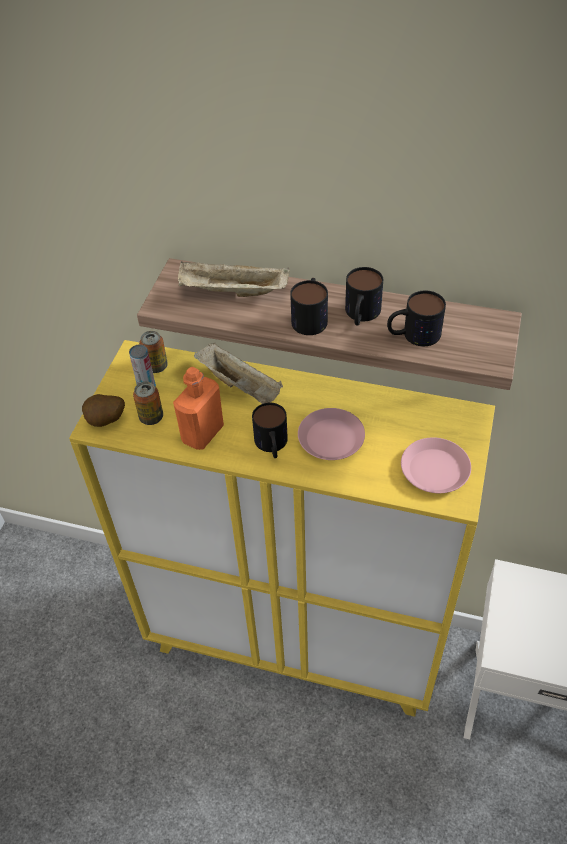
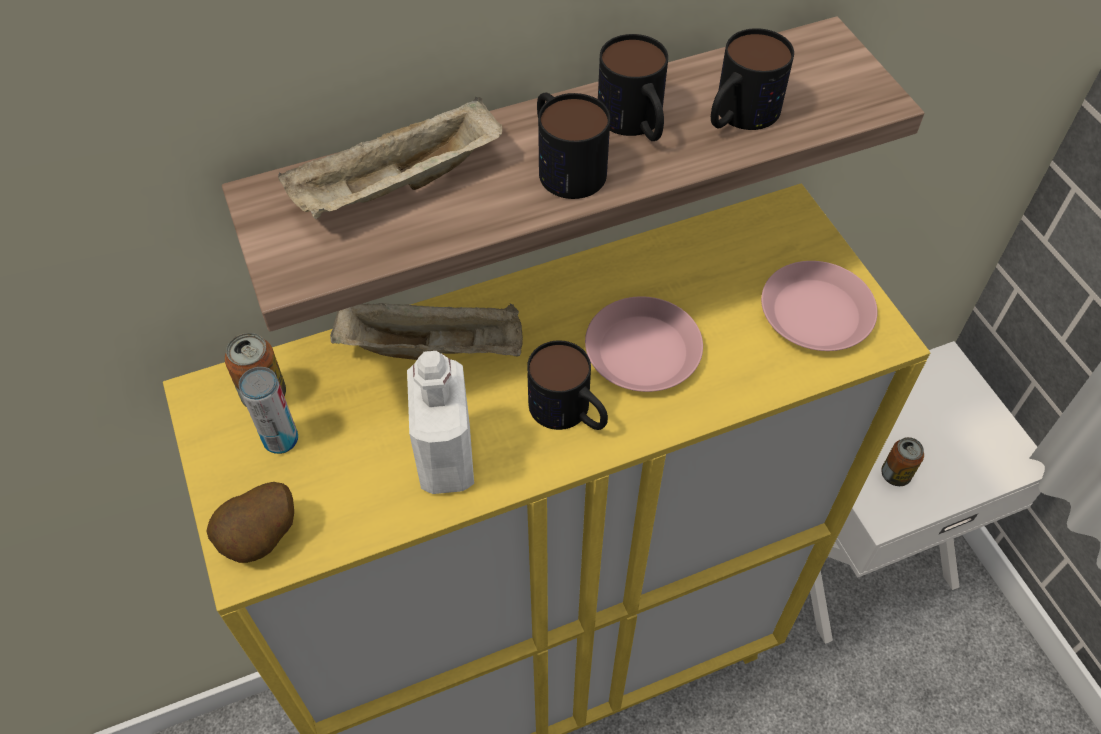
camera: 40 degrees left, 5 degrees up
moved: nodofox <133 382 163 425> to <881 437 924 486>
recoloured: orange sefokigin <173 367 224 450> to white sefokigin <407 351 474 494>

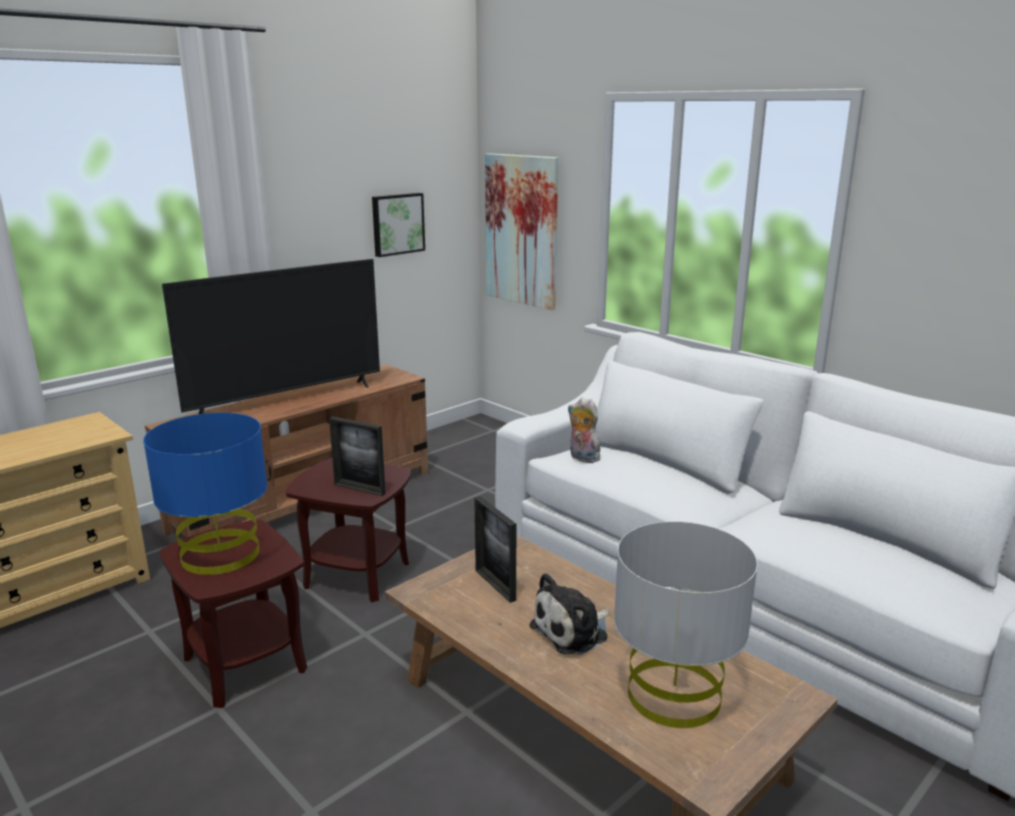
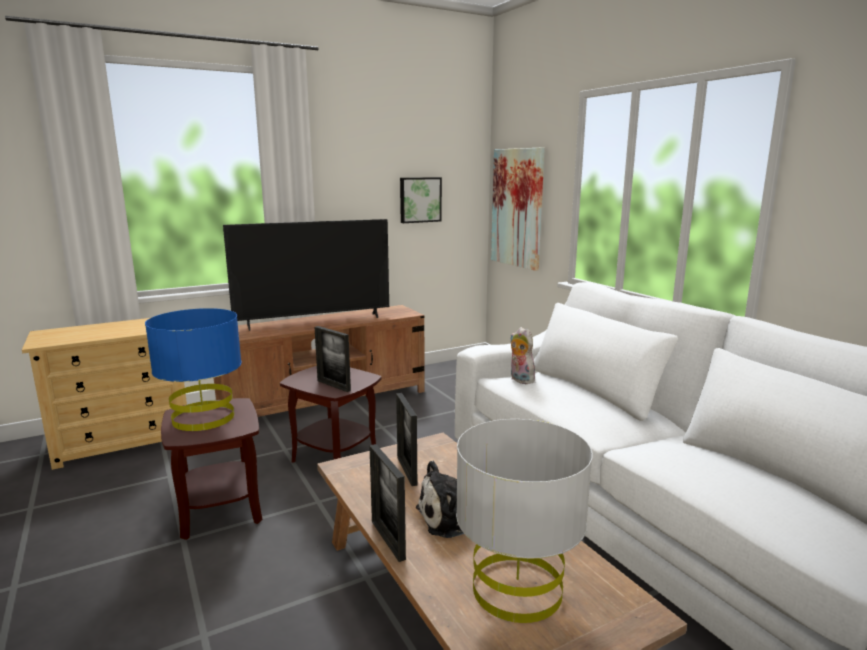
camera: 15 degrees right, 5 degrees down
added: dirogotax <369 444 406 562>

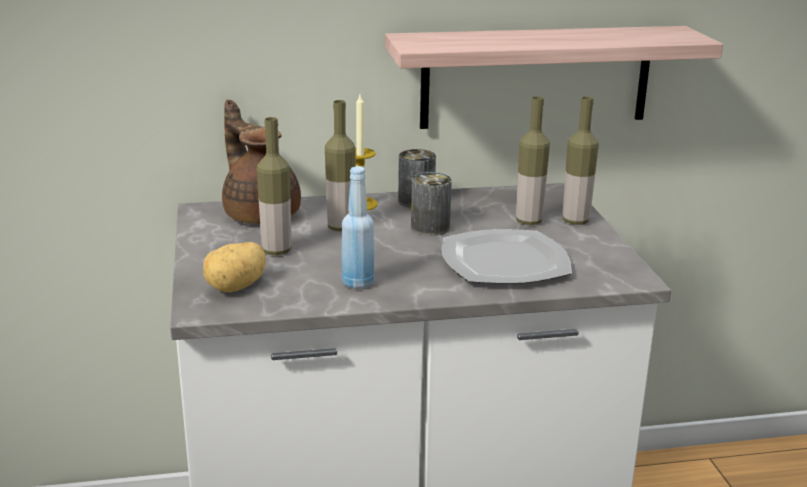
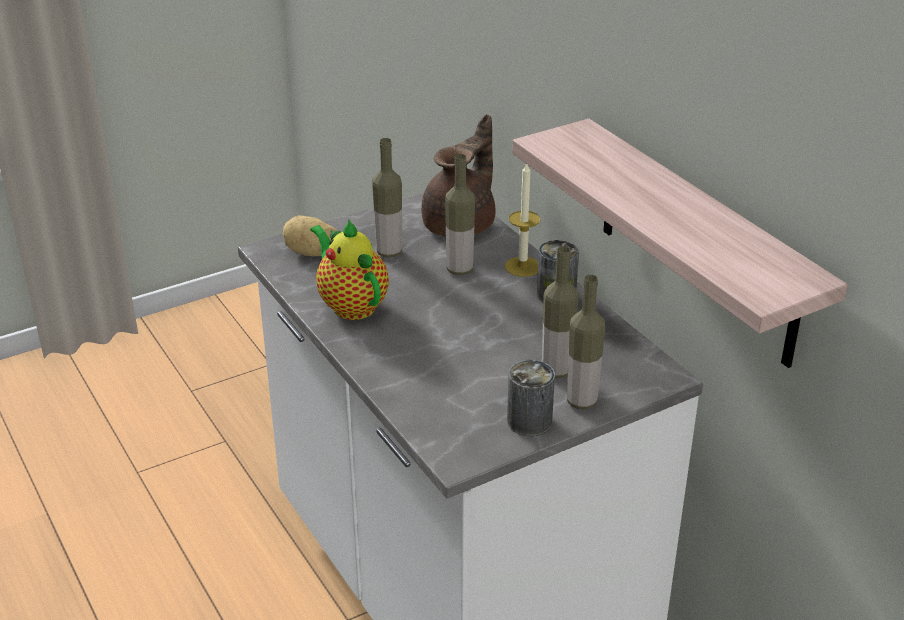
camera: 70 degrees right, 10 degrees up
removed: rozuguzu <442 229 572 284>
moved: nodofox <411 172 452 236> to <507 360 555 436>
replaced: blue sefokigin <342 166 374 289> to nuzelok <310 219 389 320>

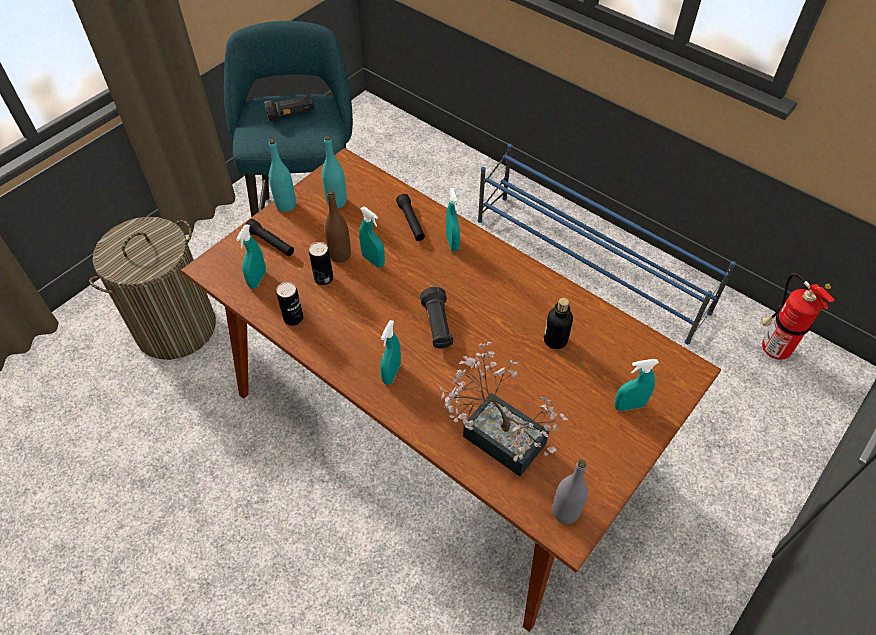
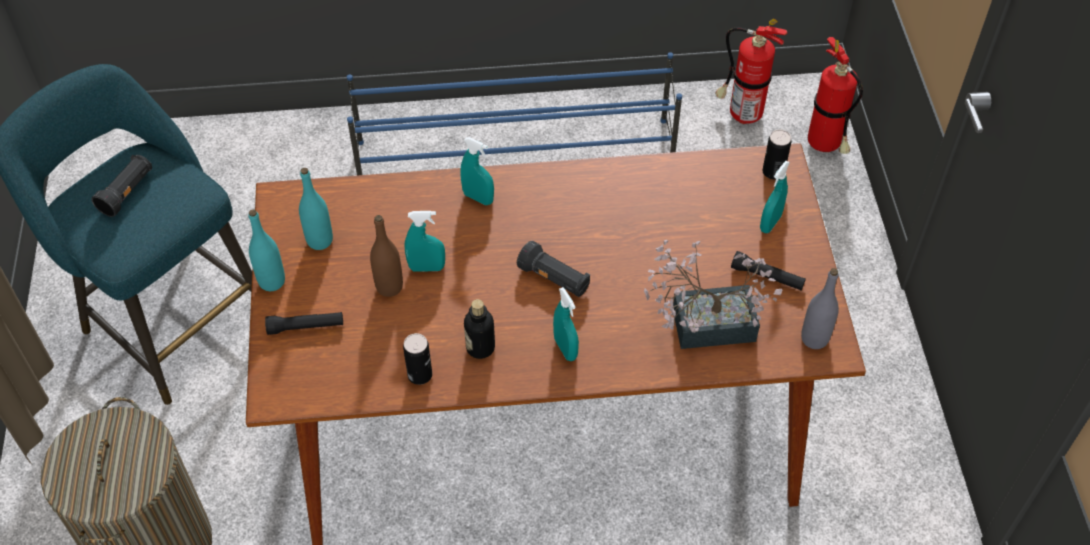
camera: 45 degrees left, 0 degrees up
removed: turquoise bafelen <236 224 266 289>
added: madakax <808 37 863 154>
moved: sefokigin <544 298 573 349> to <464 299 495 359>; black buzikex <396 194 425 241> to <731 251 806 290>; nodofox <309 242 333 285> to <762 129 791 179>

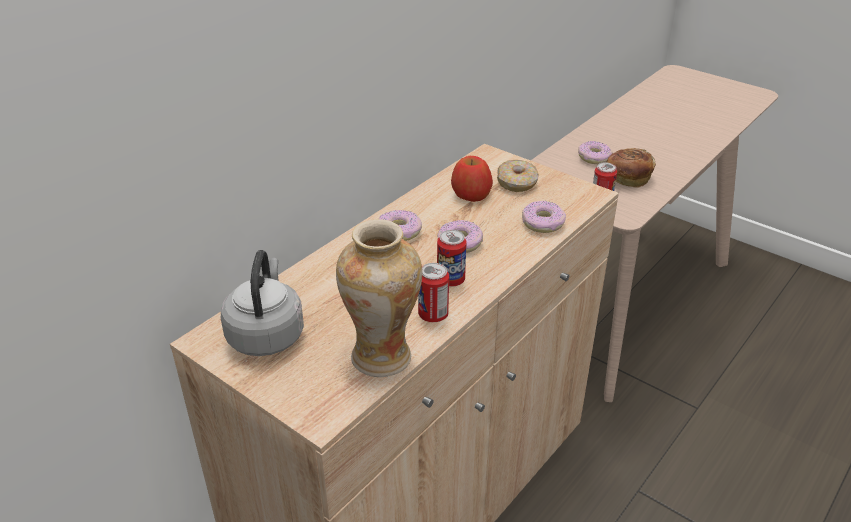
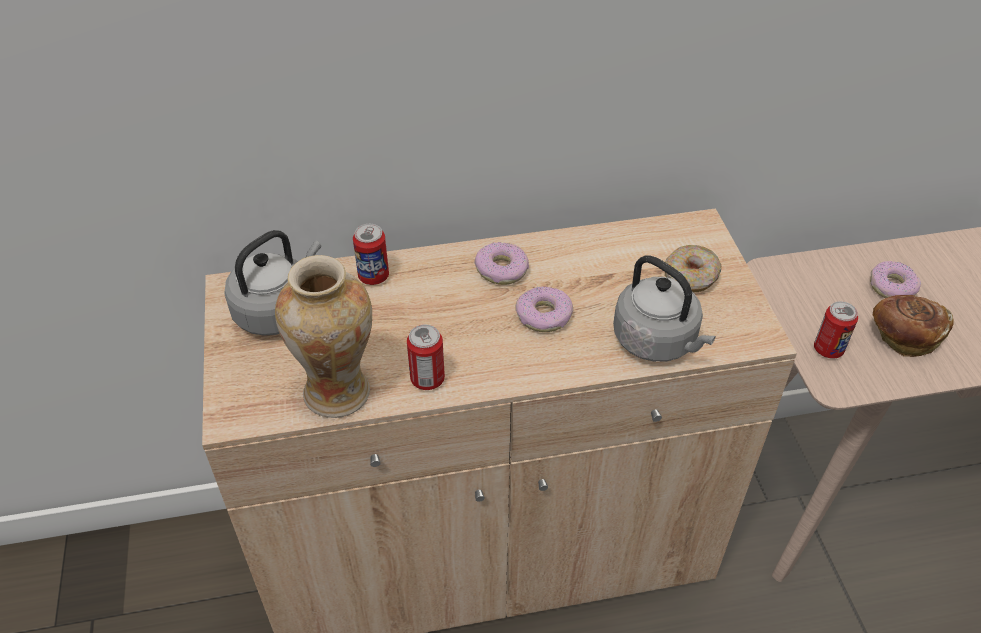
camera: 40 degrees right, 10 degrees up
removed: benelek <451 156 493 202>
moved: nodofox <437 230 466 287> to <353 224 389 285>
replaced: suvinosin <522 201 566 233> to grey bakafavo <613 255 716 362>

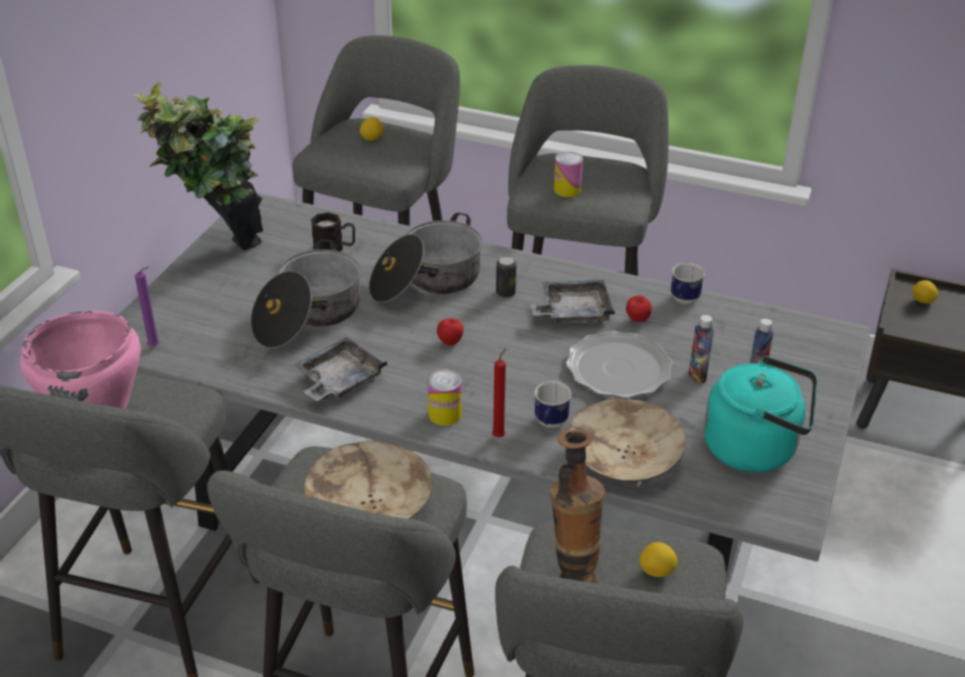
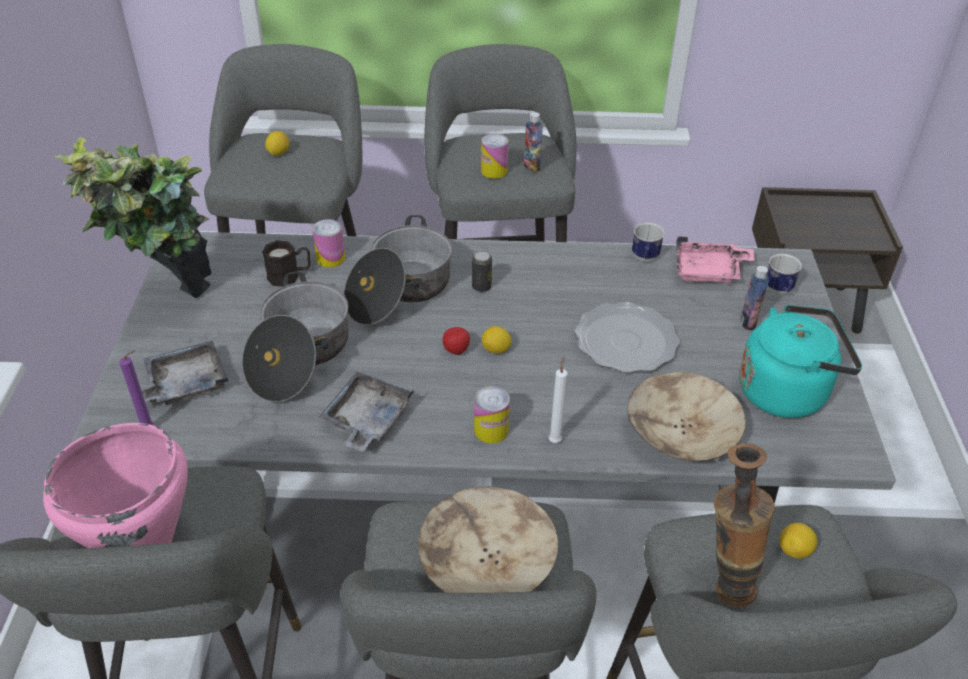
camera: 20 degrees left, 5 degrees up
removed: benelek <626 296 652 322>
added: nodofox <313 219 345 268>; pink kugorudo <676 236 755 283>
moved: grey kugorudo <530 280 615 323> to <141 341 229 405>; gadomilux <912 280 938 304> to <482 326 512 353>; sefokigin <689 315 714 383> to <524 112 543 172>; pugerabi <534 381 572 428> to <767 254 802 295>
recoloured: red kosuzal <492 348 506 437> to white kosuzal <549 356 568 443>

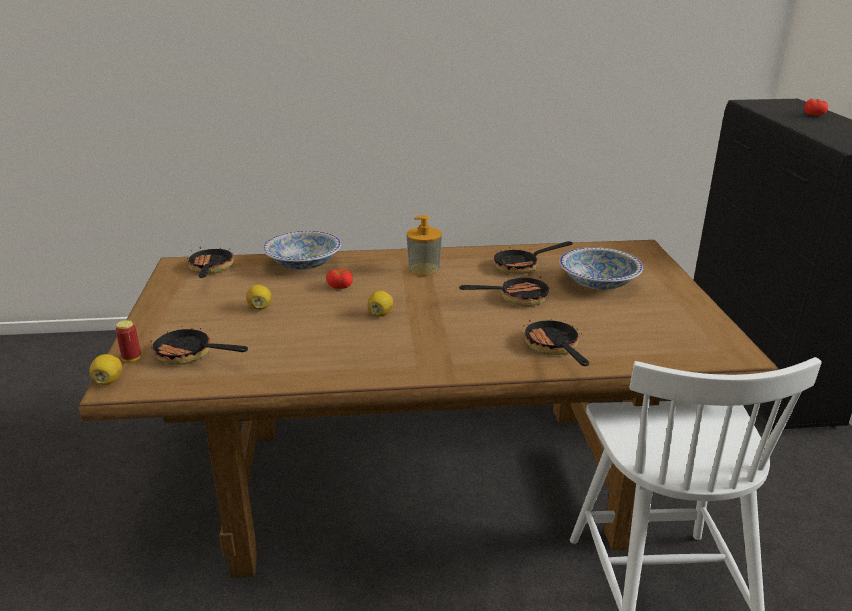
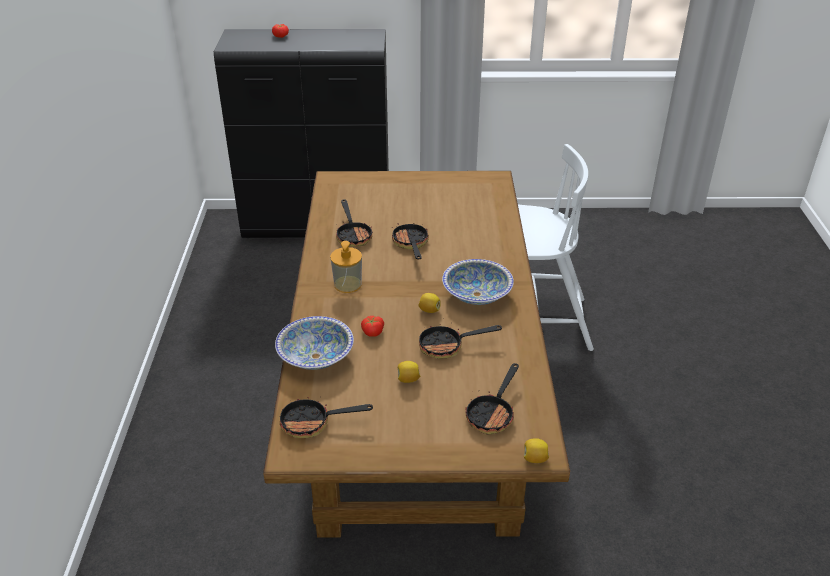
camera: 85 degrees left, 10 degrees up
removed: nodofox <115 320 141 362>
moved: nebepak <523 312 589 366> to <419 318 502 359>; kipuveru <559 247 643 290> to <442 259 514 305>

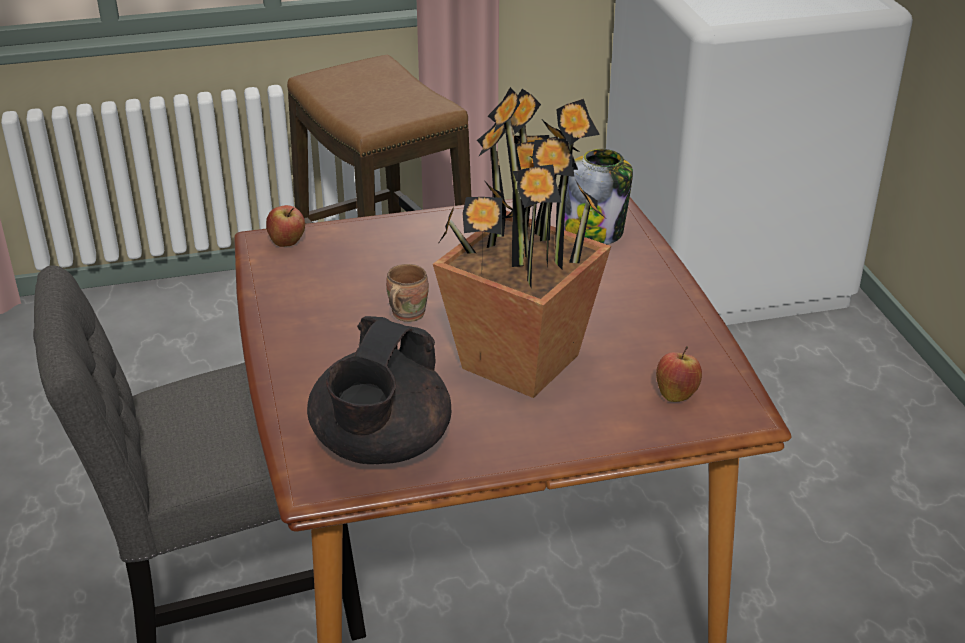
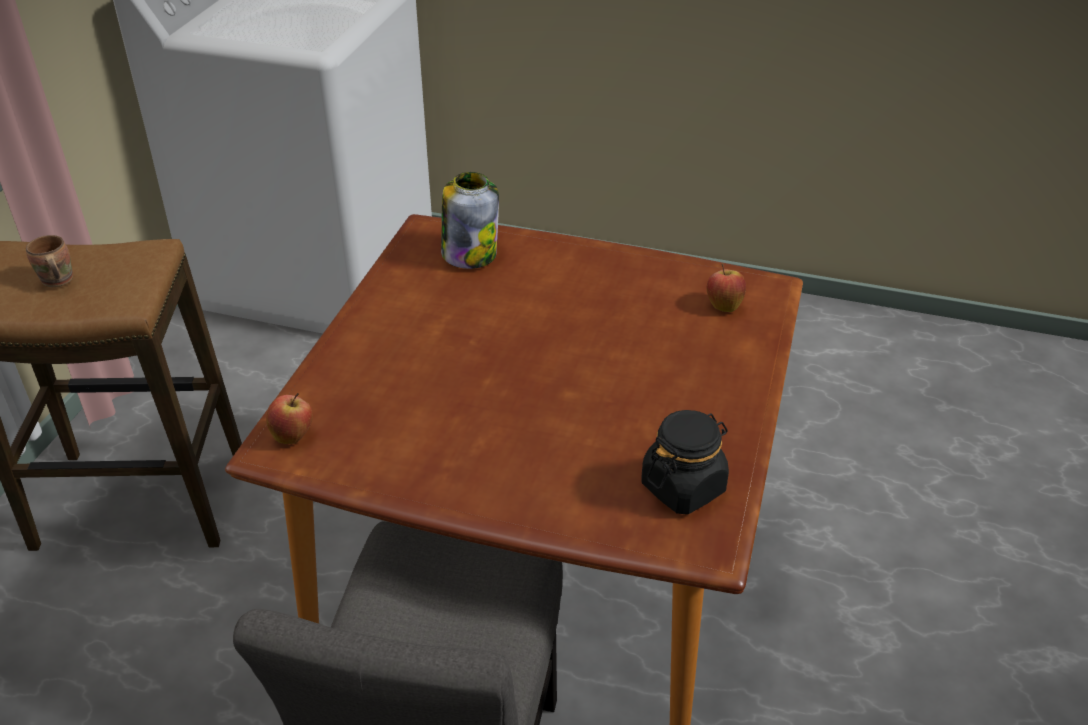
camera: 60 degrees left, 5 degrees up
removed: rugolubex <433 87 611 398>
moved: brown pugerabi <386 264 429 322> to <26 235 73 287>
replaced: black nuzelok <307 316 451 464> to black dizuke <641 410 729 515>

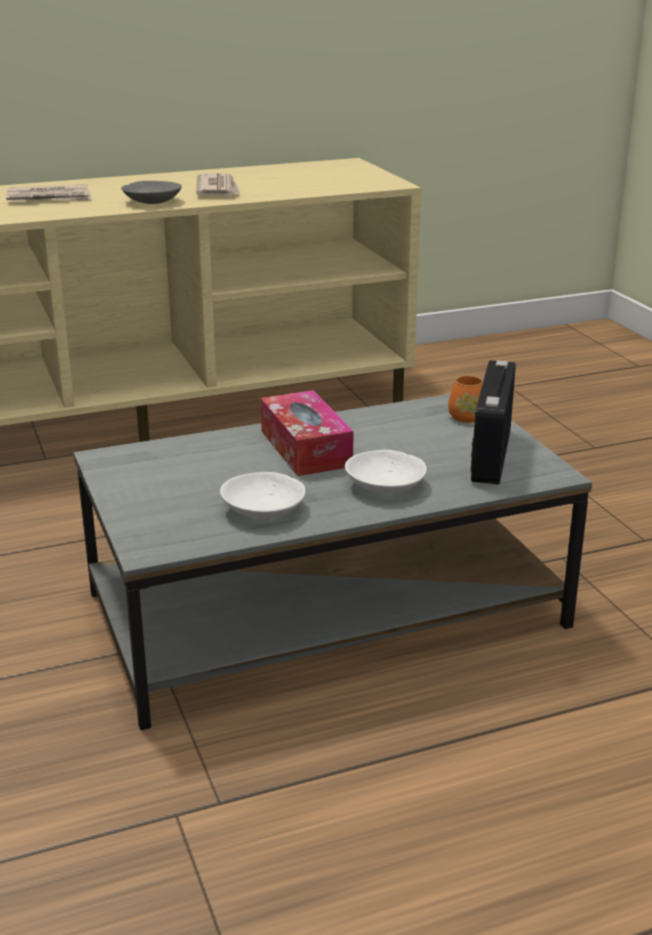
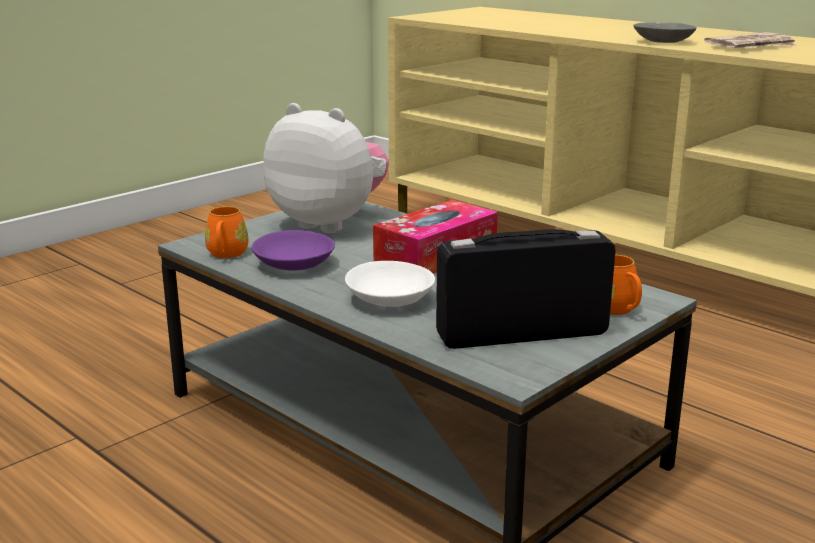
camera: 65 degrees right, 5 degrees down
removed: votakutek <6 184 92 202>
added: orange pugerabi <205 206 248 258>; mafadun <263 103 389 233>
recoloured: white kipuveru <220 472 306 519> to purple kipuveru <252 230 335 271>

